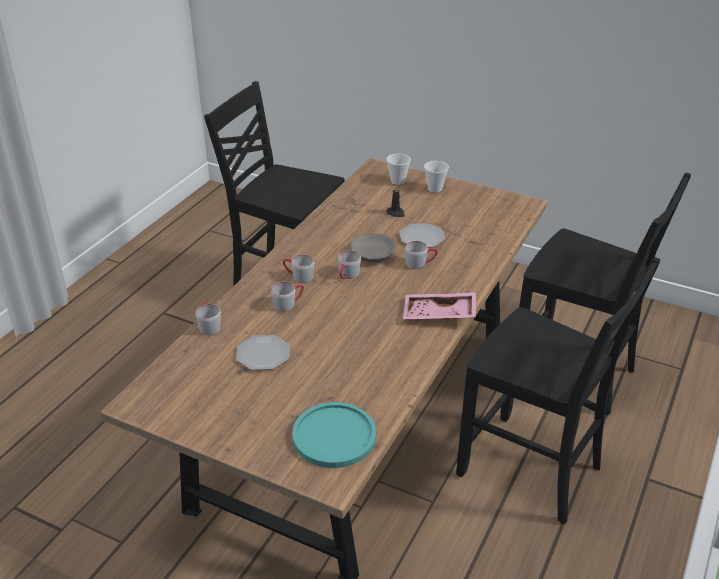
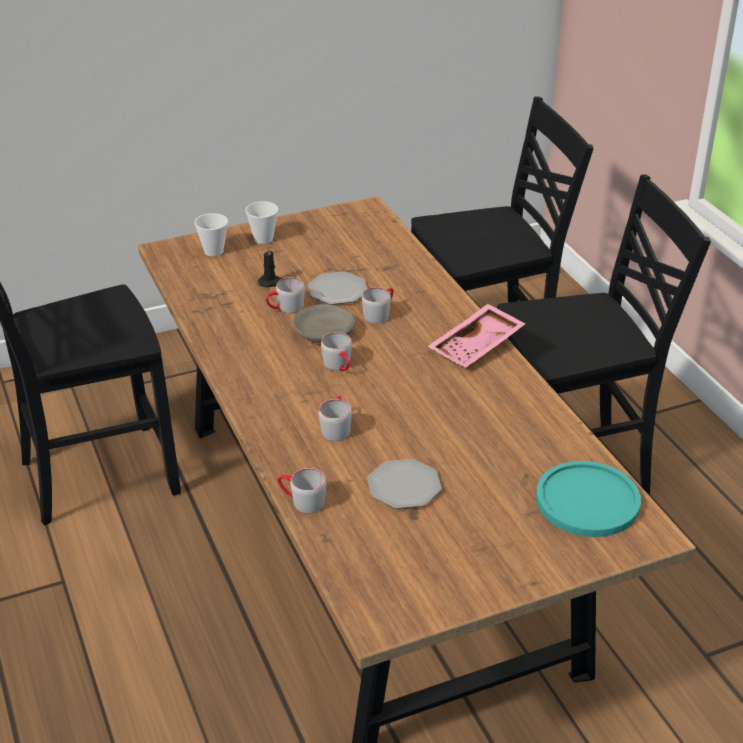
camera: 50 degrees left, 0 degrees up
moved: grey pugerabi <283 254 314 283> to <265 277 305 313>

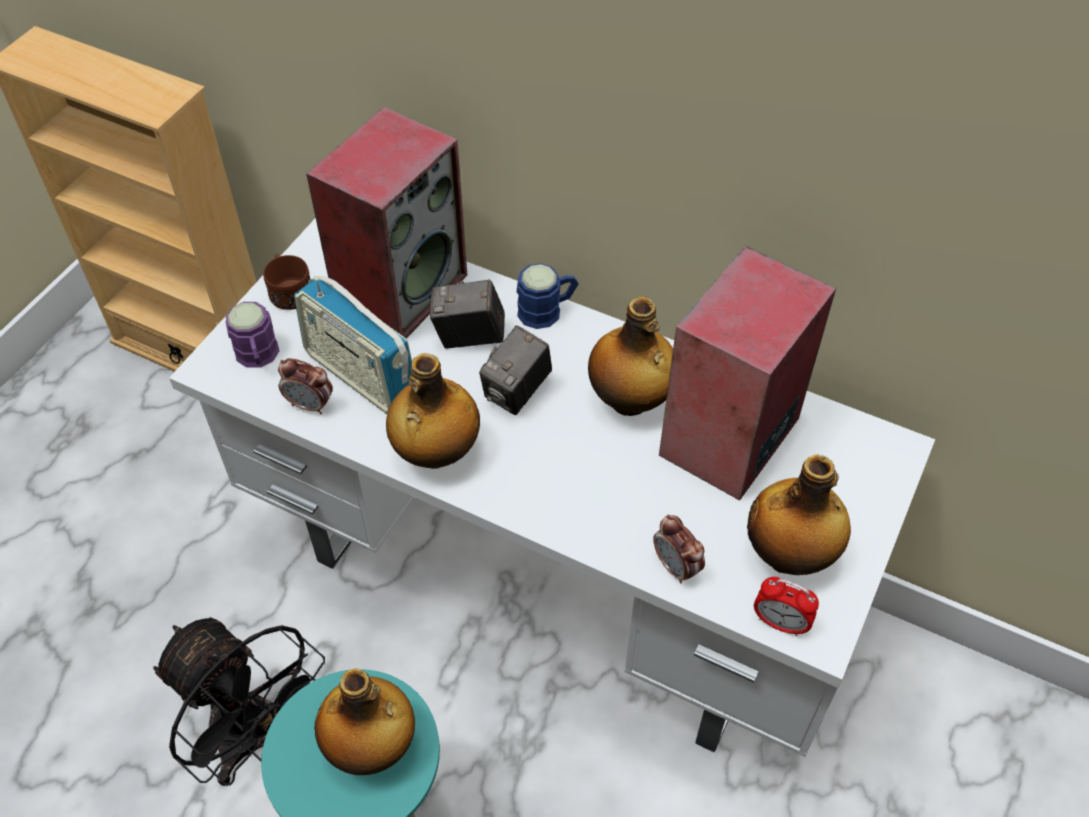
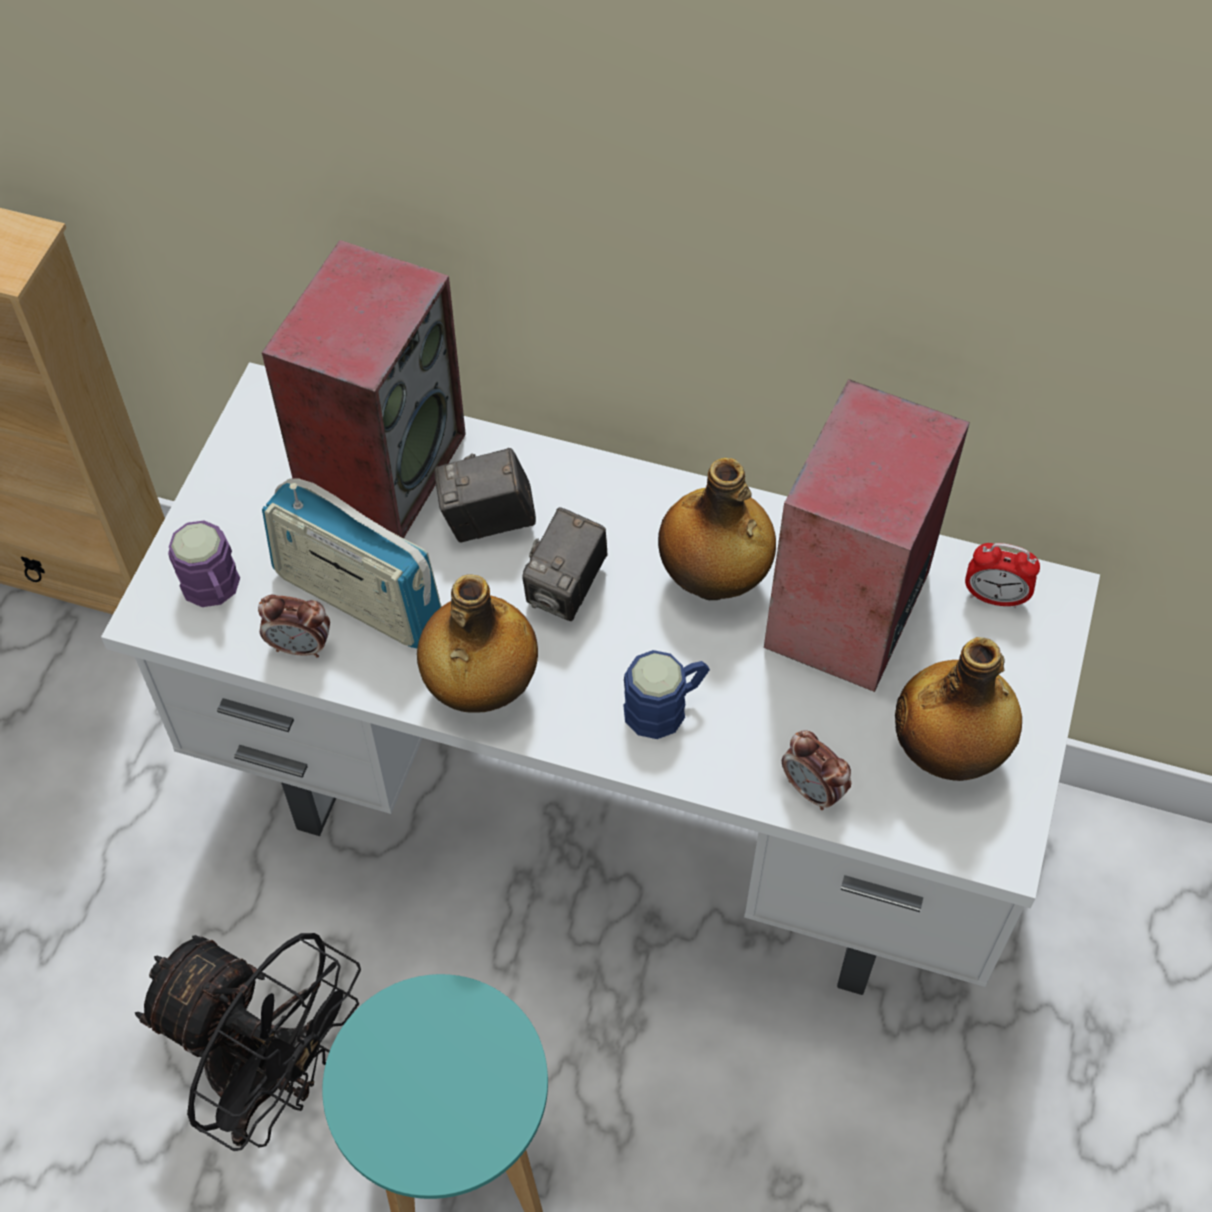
camera: 10 degrees left, 5 degrees up
removed: brown pugerabi <263 254 310 310>; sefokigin <314 668 415 775>
moved: blue pugerabi <517 263 578 329> to <623 650 710 739>; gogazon <754 577 819 636> to <965 543 1040 608>

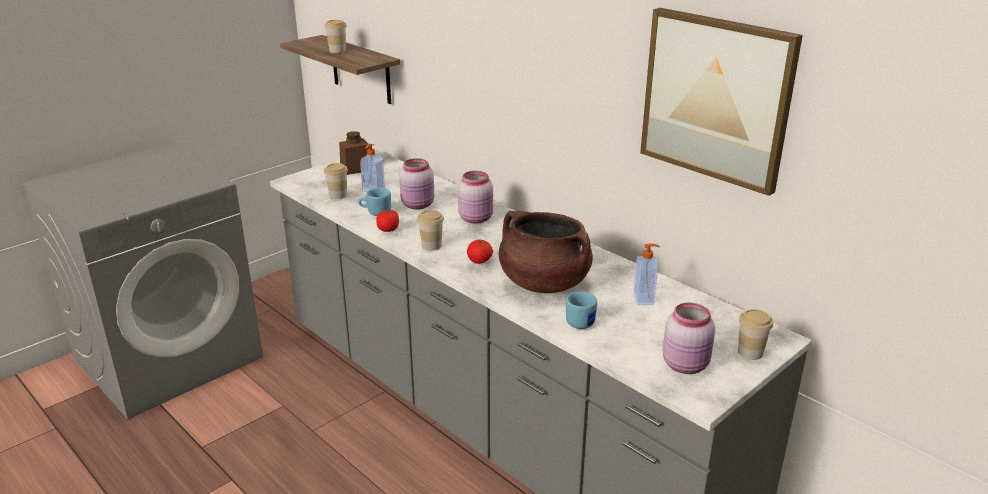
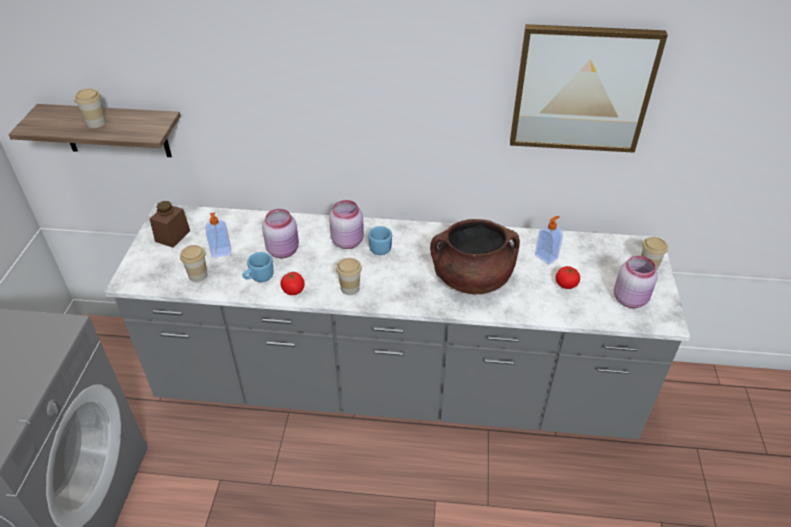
camera: 40 degrees left, 15 degrees up
moved: blue pugerabi <566 292 597 329> to <368 226 392 255>; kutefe <467 240 493 264> to <556 266 580 289>

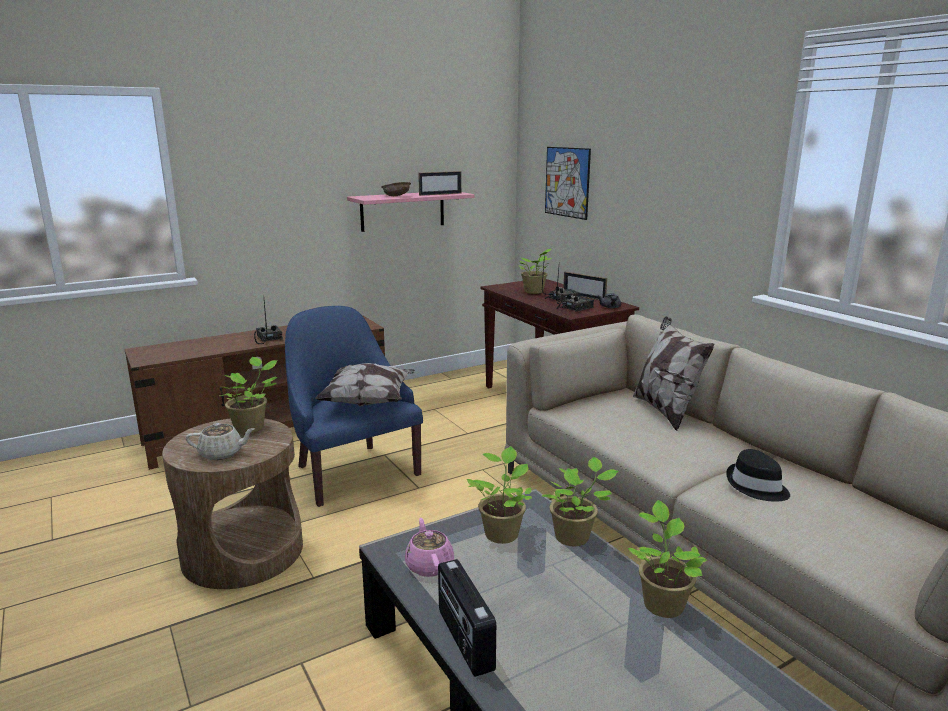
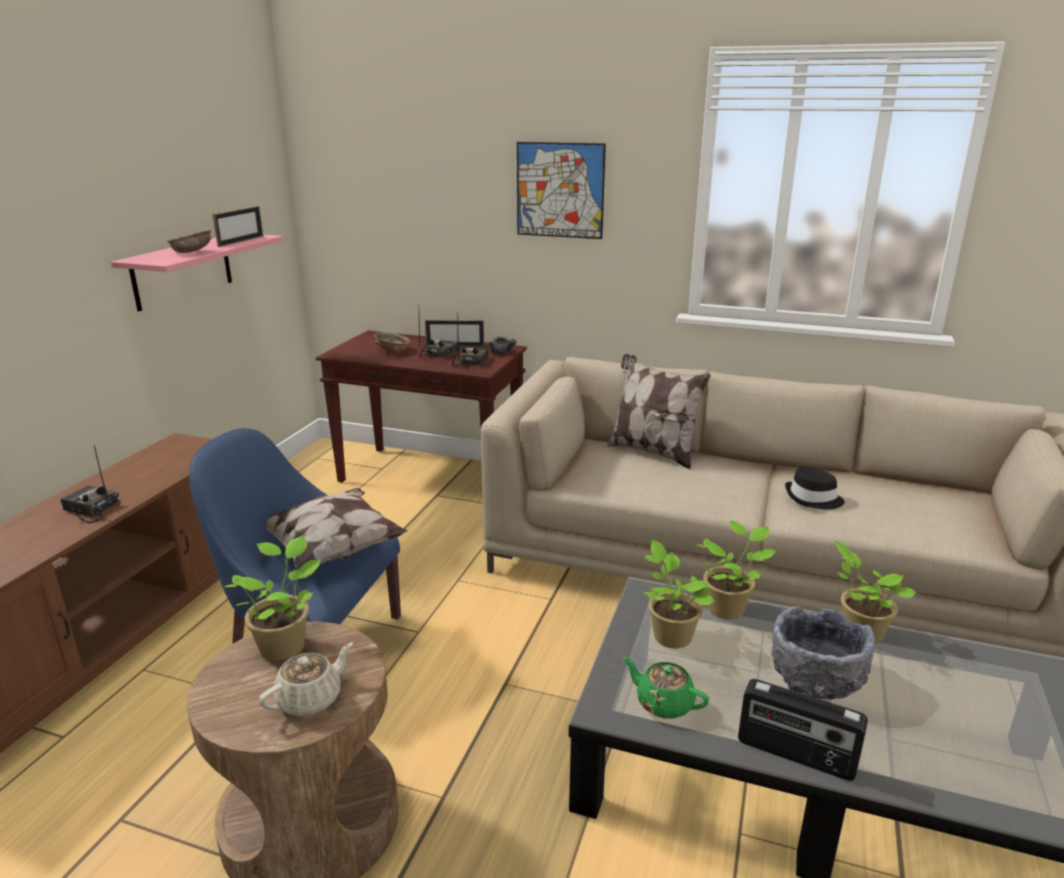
camera: 40 degrees left, 5 degrees up
added: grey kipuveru <771 606 875 700>
moved: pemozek <545 147 591 220> to <517 142 606 239>
replaced: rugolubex <519 249 551 294> to brown kipuveru <374 332 411 352>
recoloured: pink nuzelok <405 517 454 577> to green nuzelok <623 657 709 719>

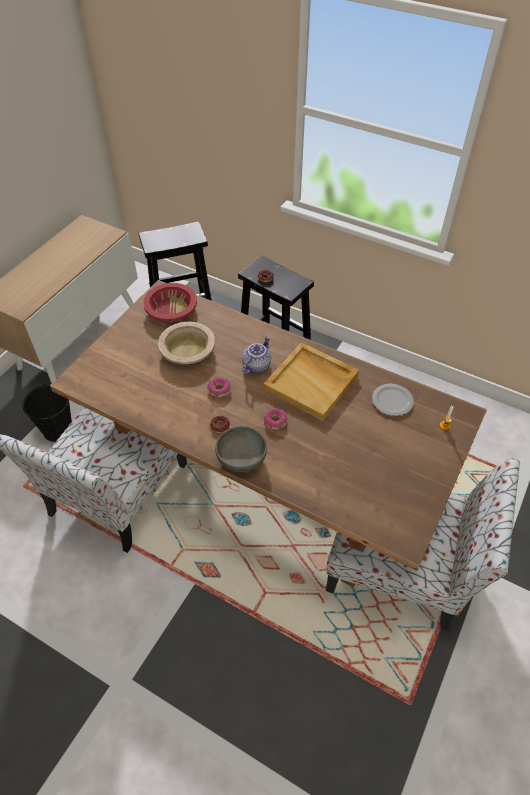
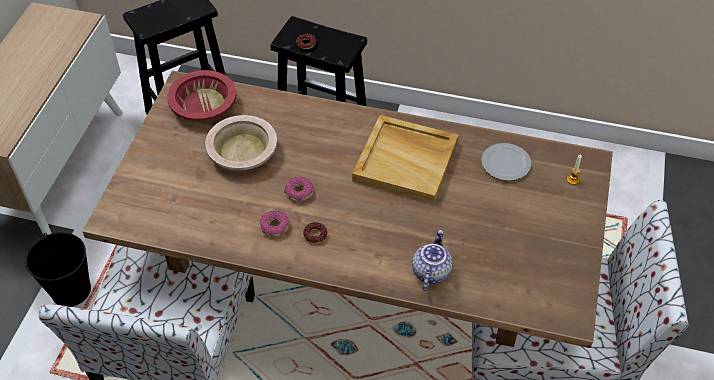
camera: 15 degrees left, 0 degrees up
removed: grey kipuveru <215 426 267 472>
moved: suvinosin <264 408 287 429> to <260 210 289 236>; nuzelok <242 336 271 375> to <412 230 453 291>

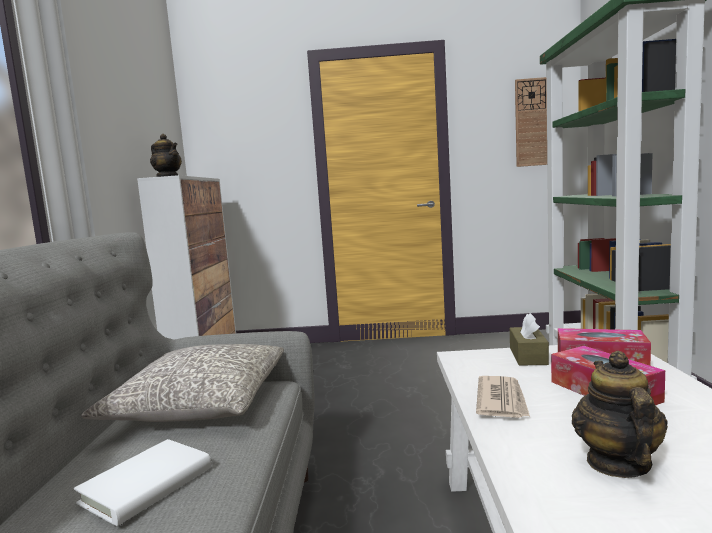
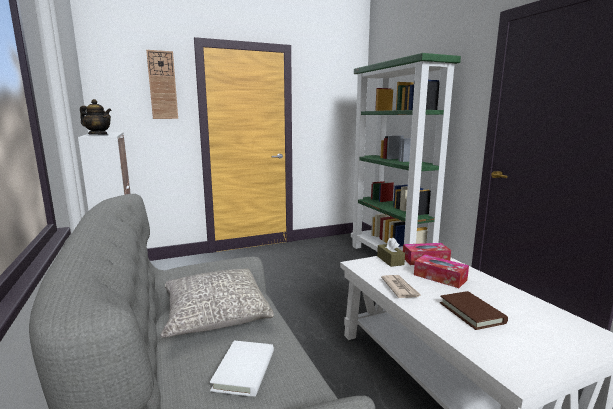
camera: 25 degrees left, 5 degrees up
moved: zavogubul <515 77 547 167> to <146 50 178 119>
replaced: nuzelok <572 351 668 478> to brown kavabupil <440 291 508 330>

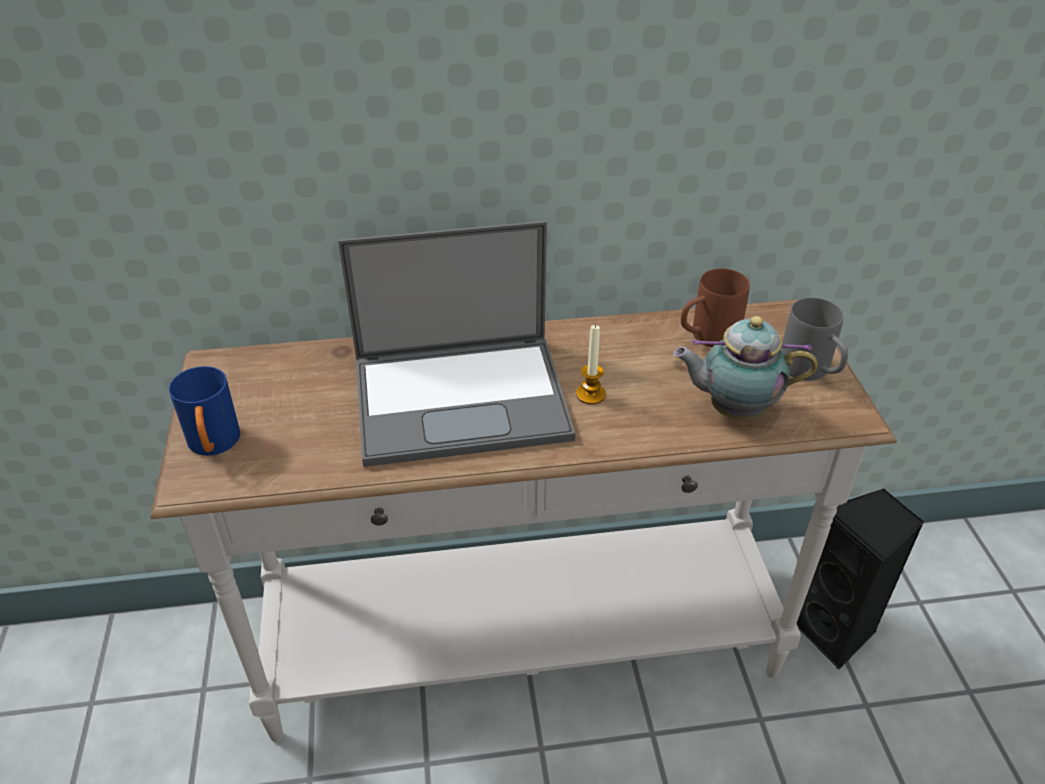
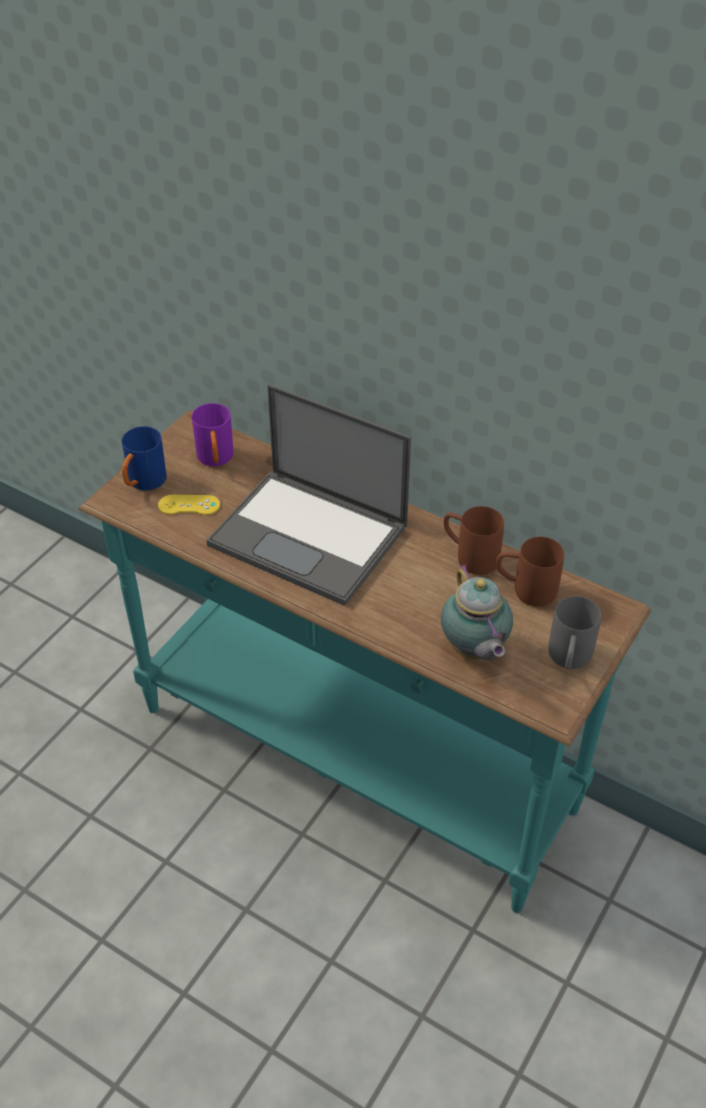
camera: 40 degrees right, 5 degrees up
removed: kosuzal <576 324 606 404>; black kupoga <796 489 924 669>
added: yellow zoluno <158 495 220 515>; purple pugerabi <192 403 234 466>; brown pugerabi <444 506 504 575>
recoloured: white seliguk <150 299 897 742> to turquoise seliguk <79 410 651 913>
turned: nuzelok <673 316 818 421> = <441 564 513 660> 150 degrees counterclockwise

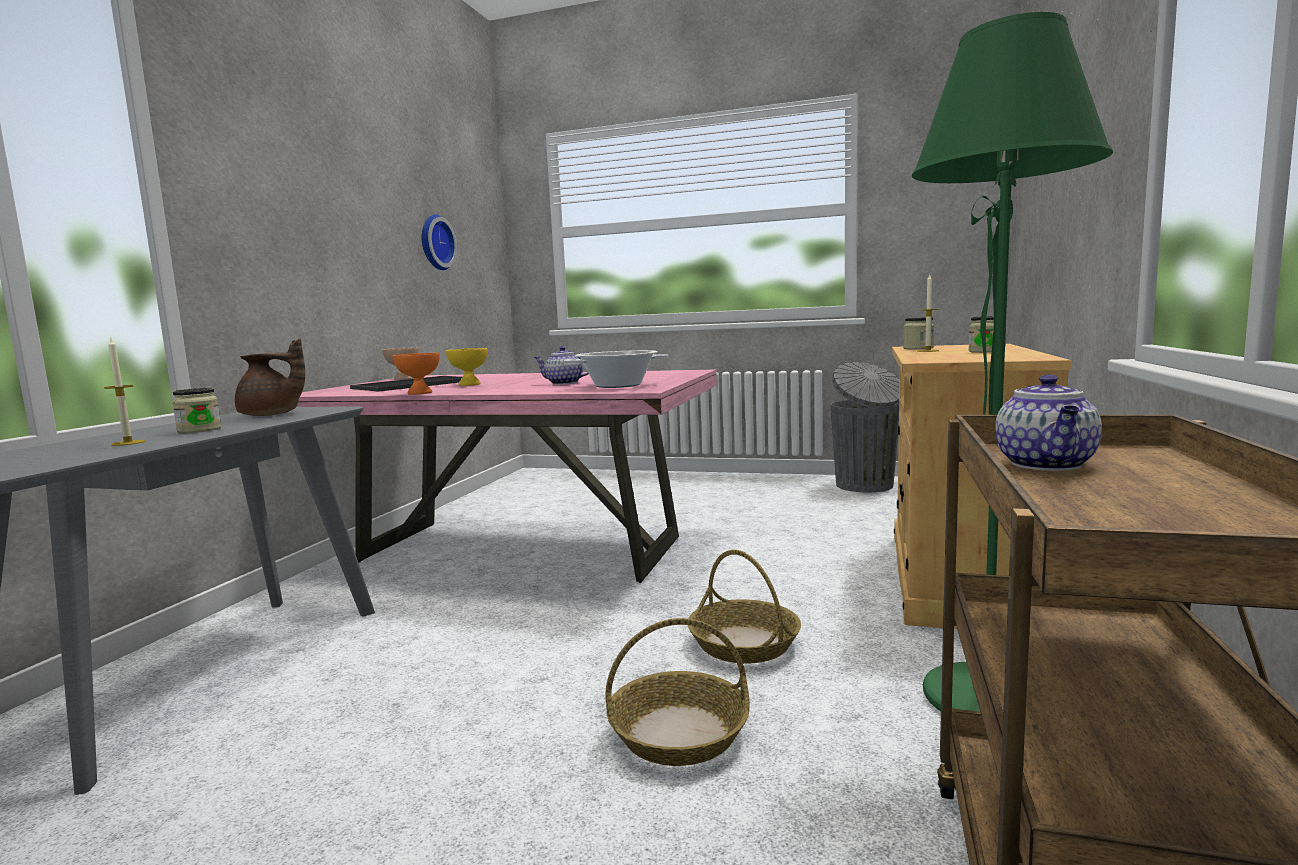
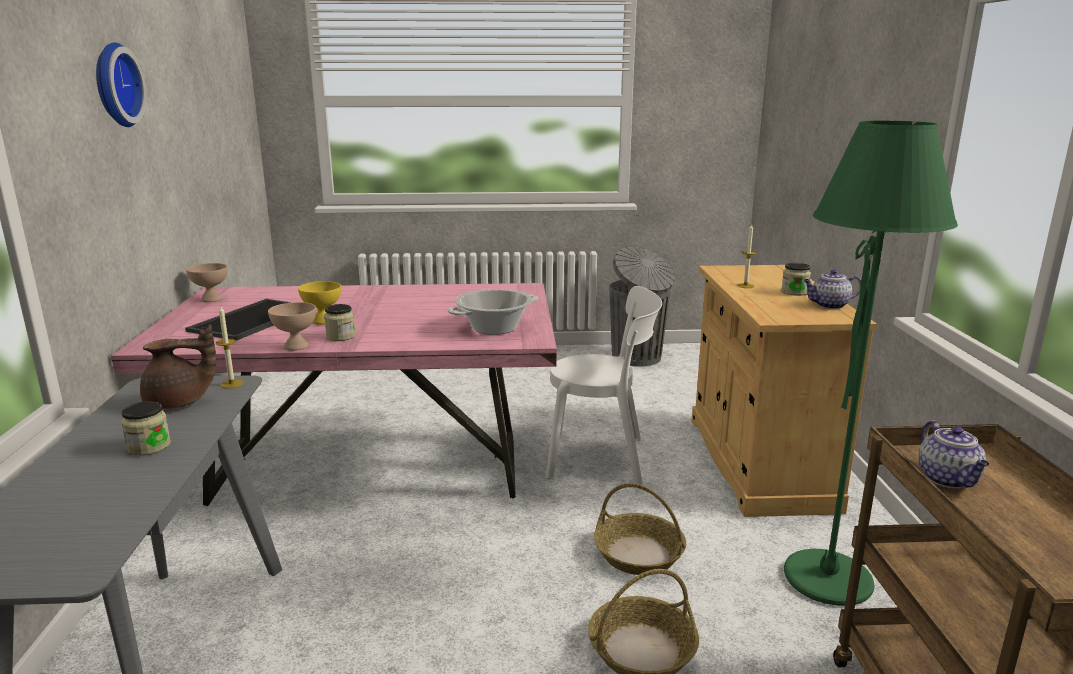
camera: 20 degrees left, 10 degrees up
added: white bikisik <546 286 662 485>
moved: zavogubul <422 214 457 270> to <96 42 147 127>; kosuzal <104 337 145 446> to <216 305 244 388>; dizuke <903 317 934 349> to <324 304 355 341>; nuzelok <534 346 589 385> to <803 270 861 309>
recoloured: orange kipuveru <393 353 440 395> to beige kipuveru <268 302 316 351>

